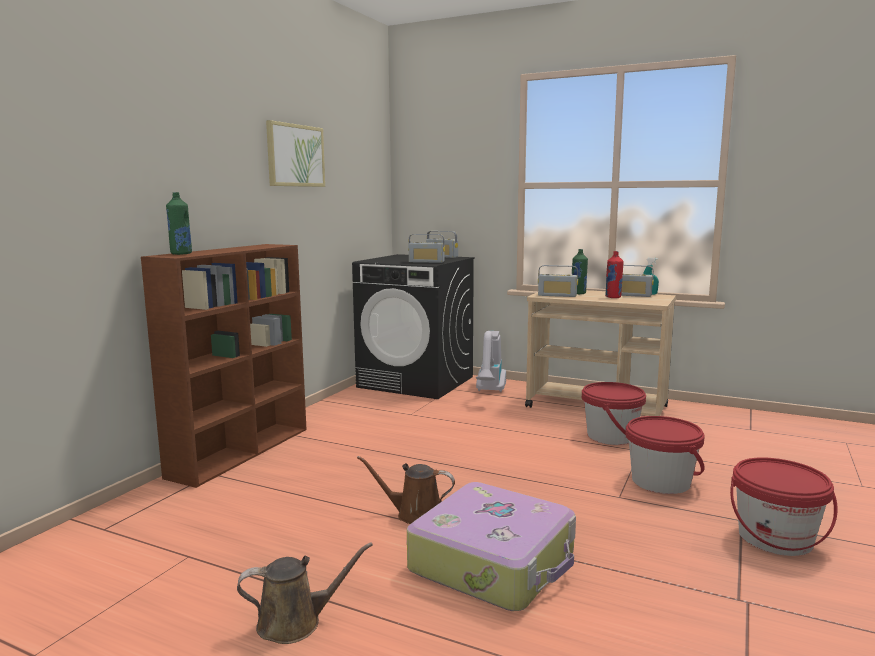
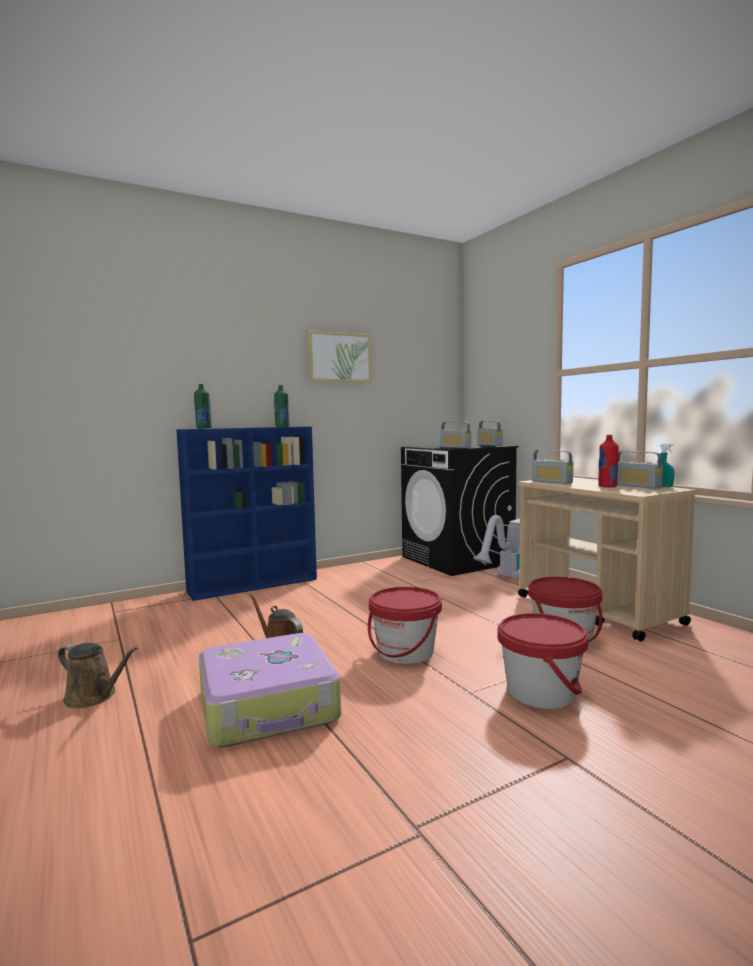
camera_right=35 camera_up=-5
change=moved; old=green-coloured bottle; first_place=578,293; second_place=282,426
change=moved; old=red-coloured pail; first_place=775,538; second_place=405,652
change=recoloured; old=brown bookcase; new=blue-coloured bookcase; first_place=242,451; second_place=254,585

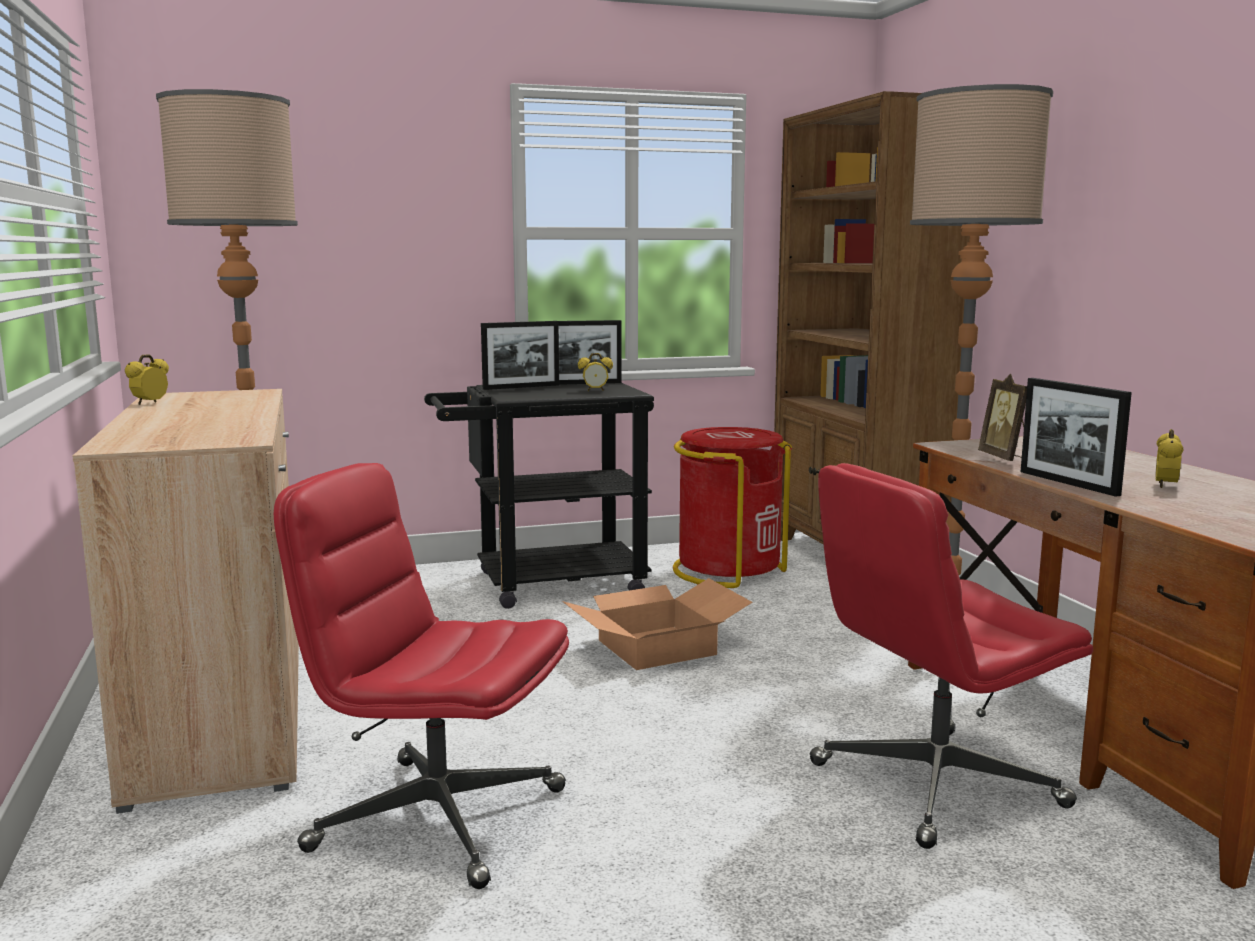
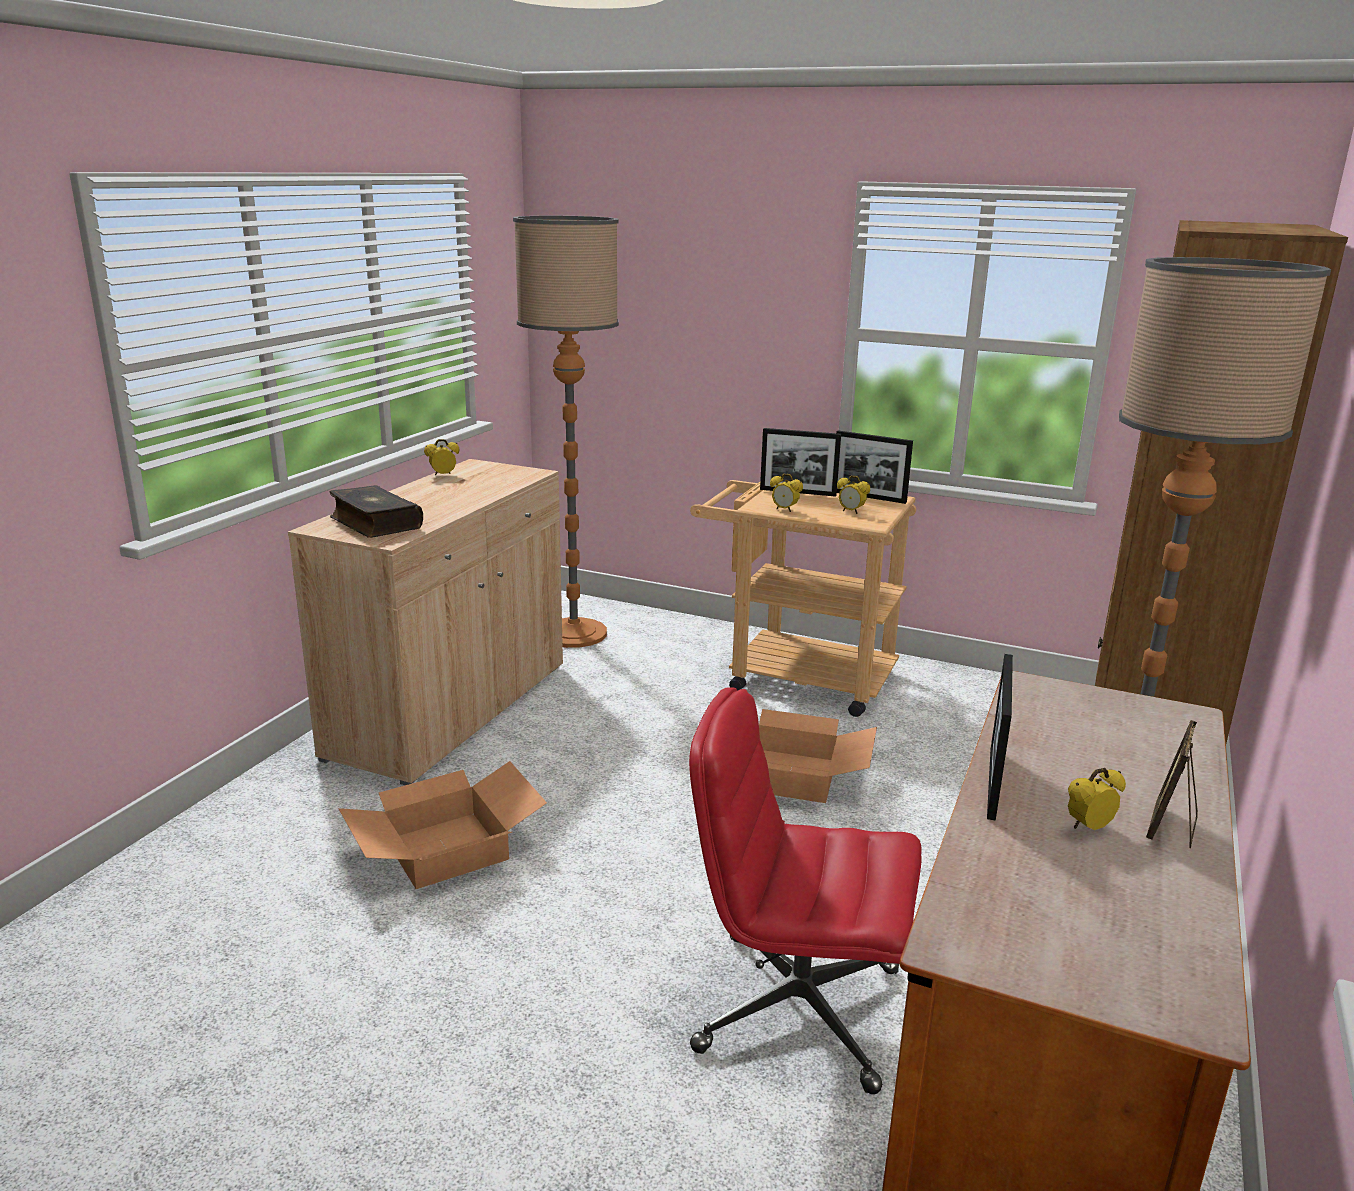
camera_right=40 camera_up=10
change=removed; old=red-coloured waste bin; first_place=727,570
change=added; new=bound book; second_place=374,523
change=added; new=alarm clock; second_place=784,510
change=moved; old=picture frame; first_place=1006,458; second_place=1171,828
change=replaced; old=red-coloured desk chair; new=cardboard box; first_place=435,819; second_place=447,848
change=recoloured; old=black wheeled cart; new=beige wheeled cart; first_place=544,585; second_place=796,677

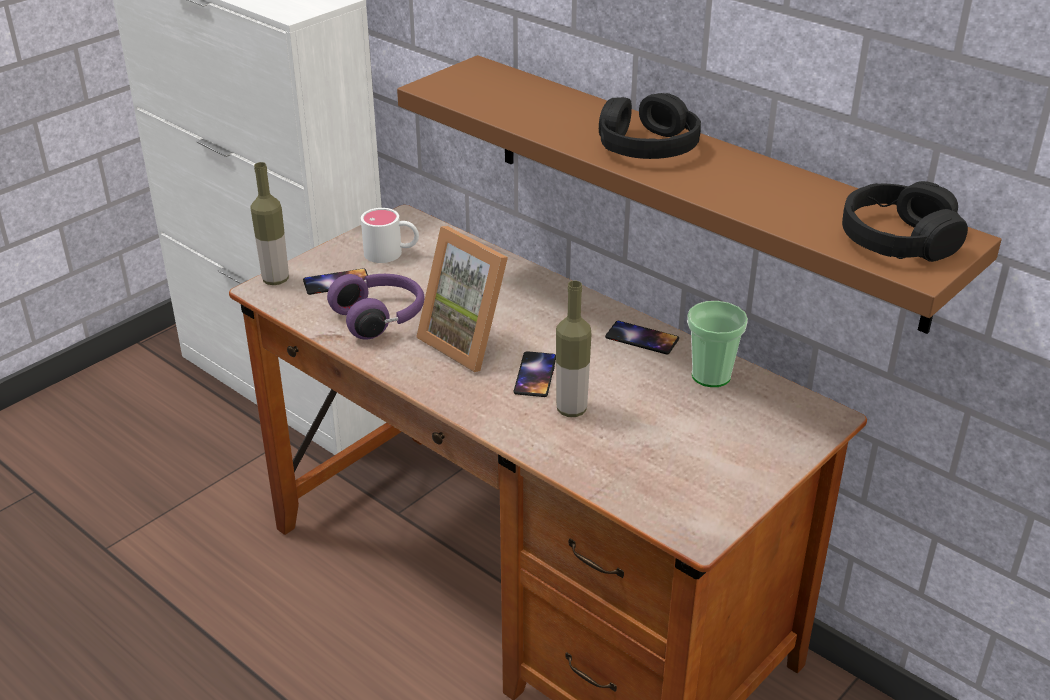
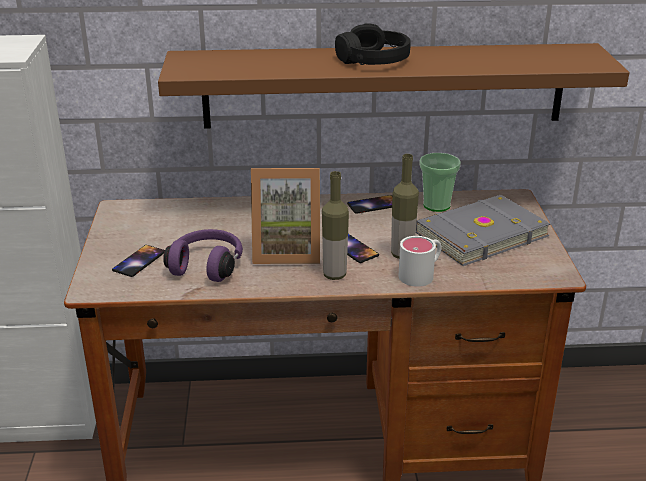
camera_right=-45 camera_up=-5
change=removed; old=black pair of headphones; first_place=898,239
change=added; new=greyish bound book; second_place=479,233
change=moved; old=bottle; first_place=275,280; second_place=334,275
change=moved; old=white-coloured tea mug; first_place=392,253; second_place=421,274

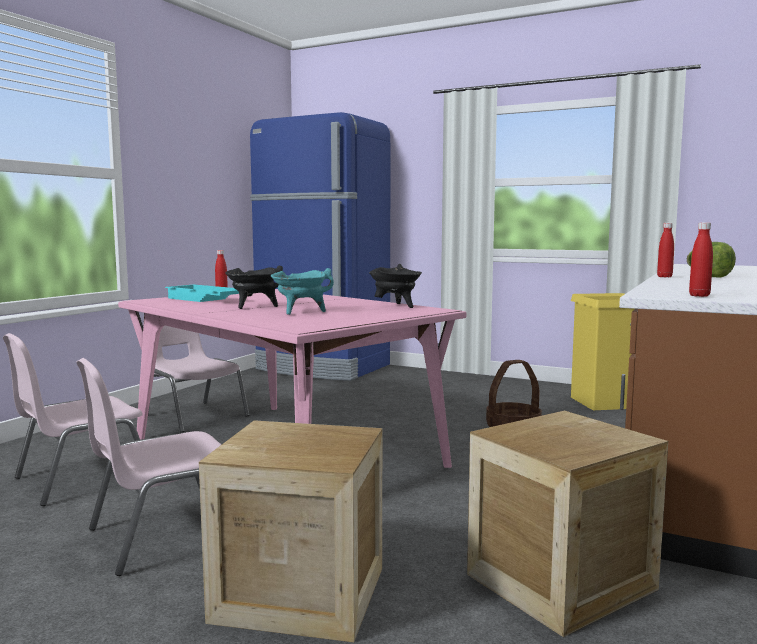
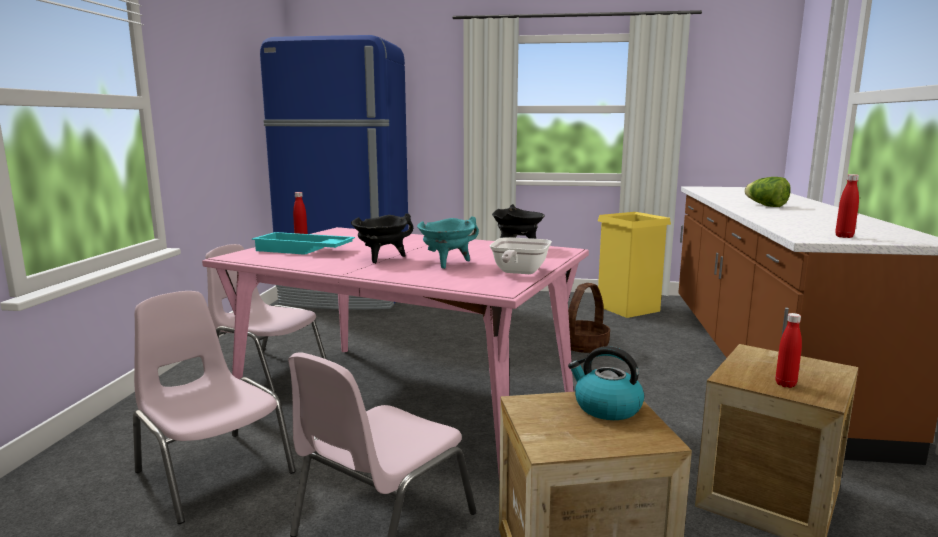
camera_right=-20 camera_up=5
change=added; new=skillet; second_place=518,272
change=added; new=water kettle; second_place=606,408
change=moved; old=red-coloured bottle; first_place=664,277; second_place=785,384
change=turned; old=pinkish plain chair; first_place=81,479; second_place=213,472; degrees=105

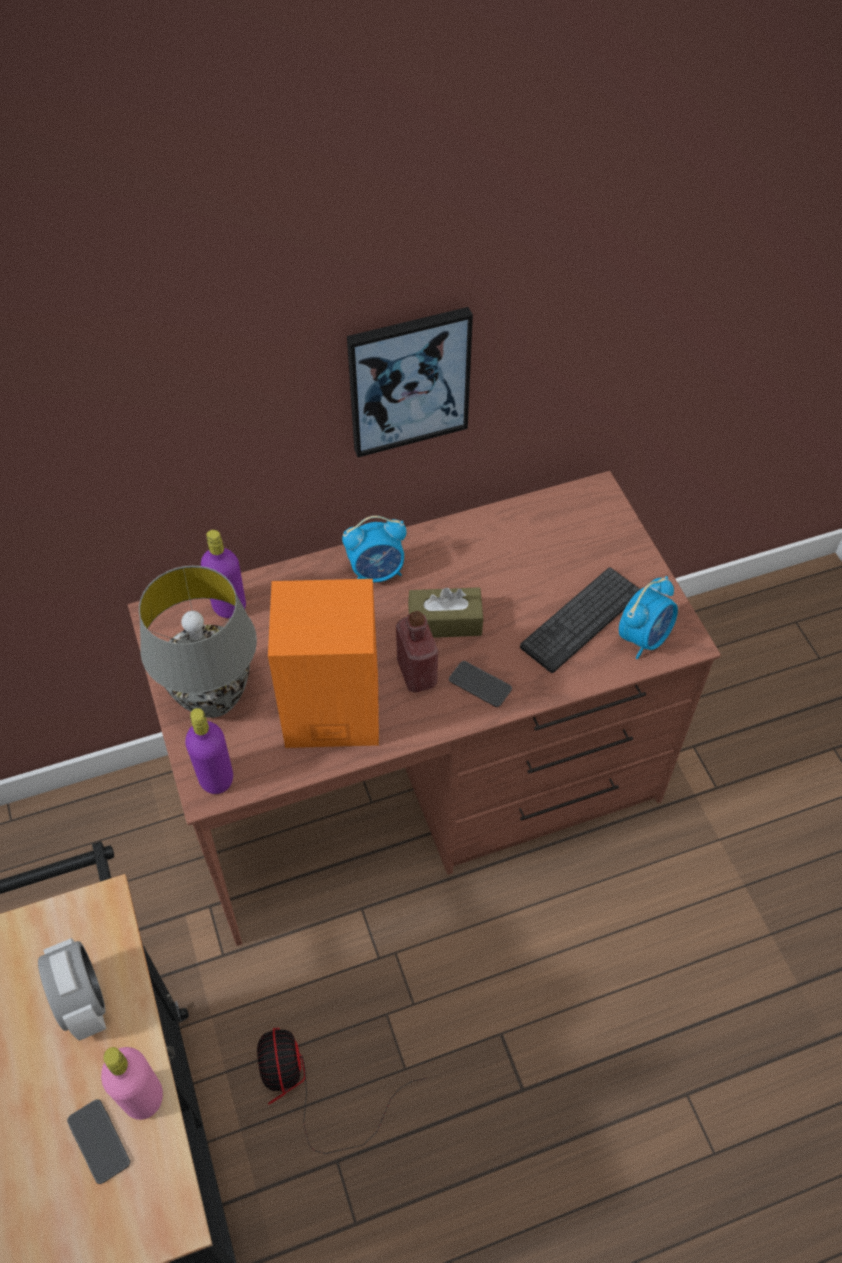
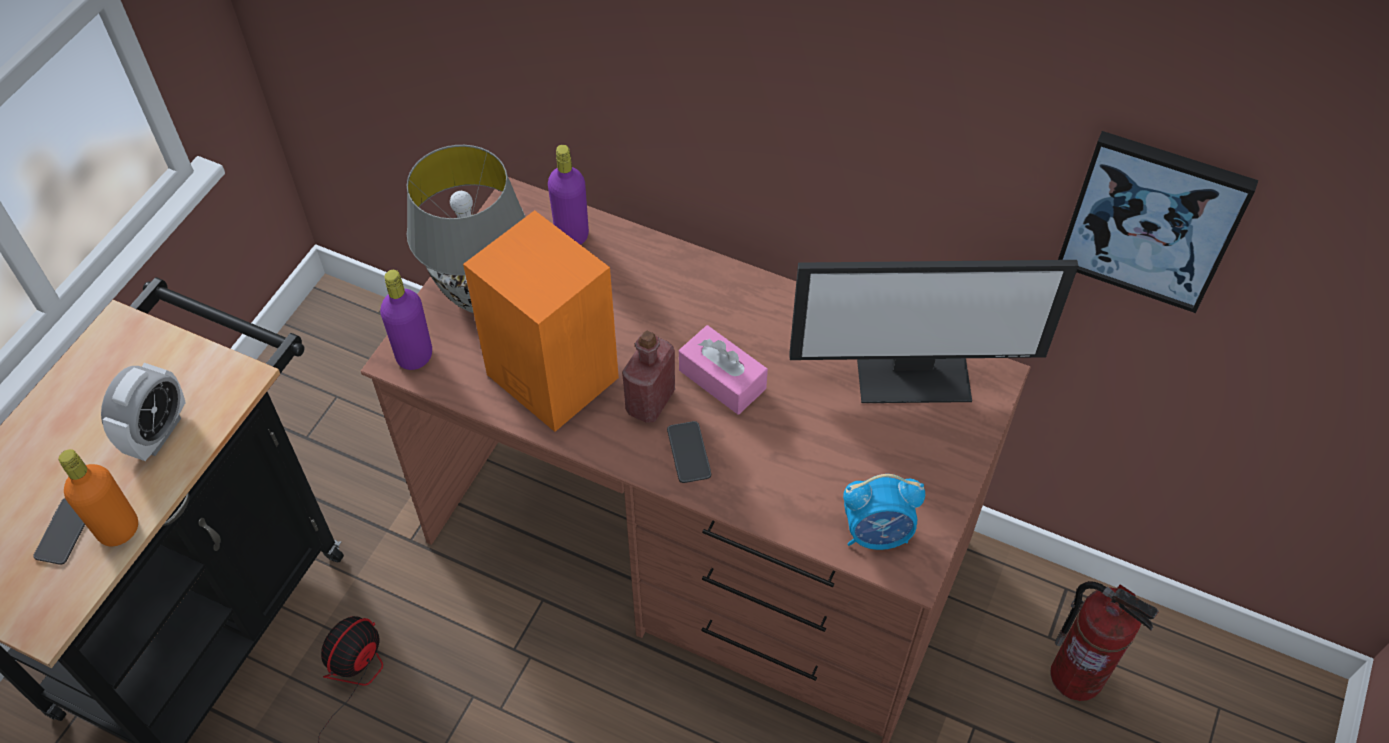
camera_right=45 camera_up=0
change=removed; old=alarm clock; first_place=377,572
change=removed; old=keyboard; first_place=581,620
change=added; new=computer display; second_place=914,372
change=added; new=fire-fighting cylinder; second_place=1077,675
change=moved; old=wall picture; first_place=408,381; second_place=1152,220
change=recoloured; old=pinkish bottle; new=orangey bottle; first_place=143,1097; second_place=119,529
change=recoloured; old=brown tissue box; new=pinkish tissue box; first_place=445,622; second_place=722,379

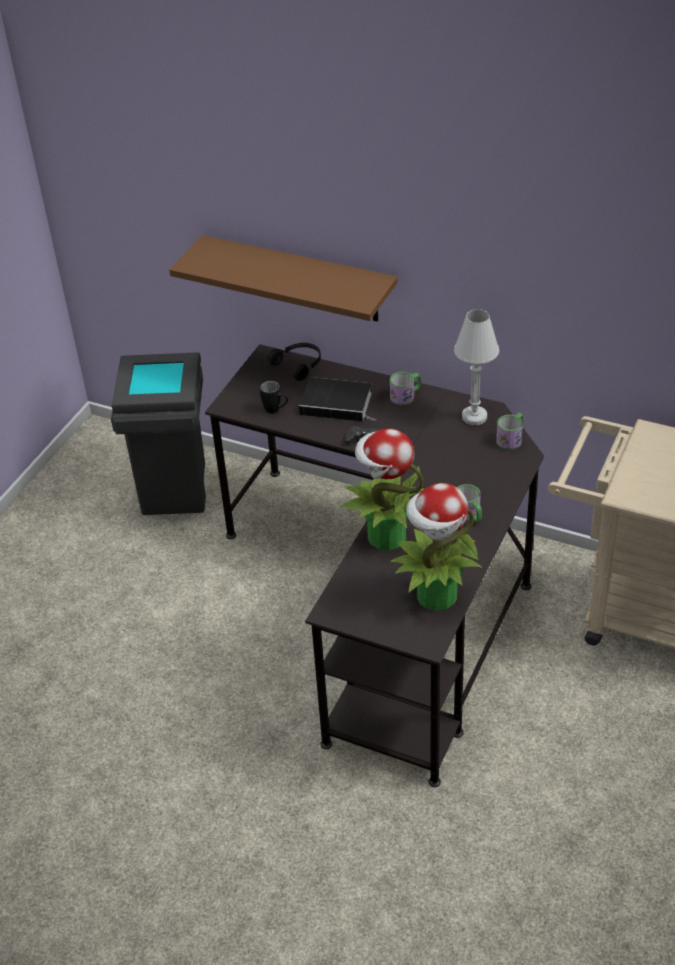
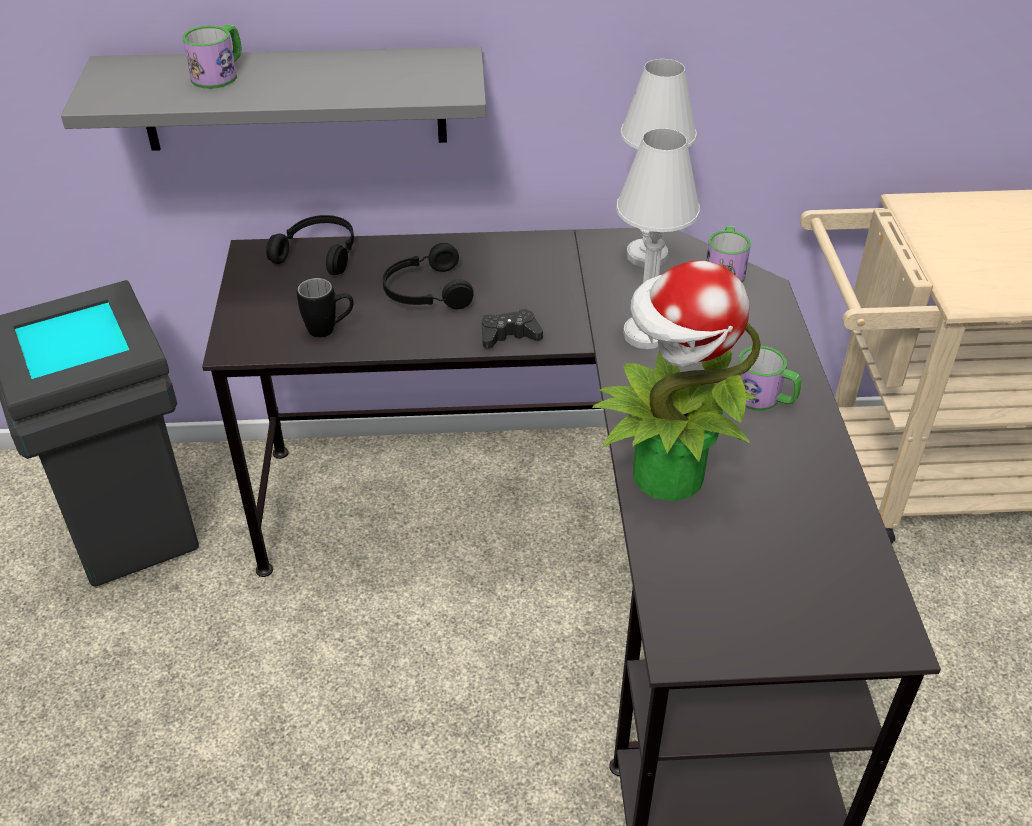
camera_right=-30 camera_up=0
change=removed; old=houseplant; first_place=435,596
change=added; new=white-coloured lamp for a table; second_place=645,335
change=moved; old=tea mug; first_place=406,396; second_place=220,74
change=replaced; old=bound book; new=black pair of headphones; first_place=338,403; second_place=425,292
change=recoloured; old=brown shelf; new=greyish shelf; first_place=298,279; second_place=293,99

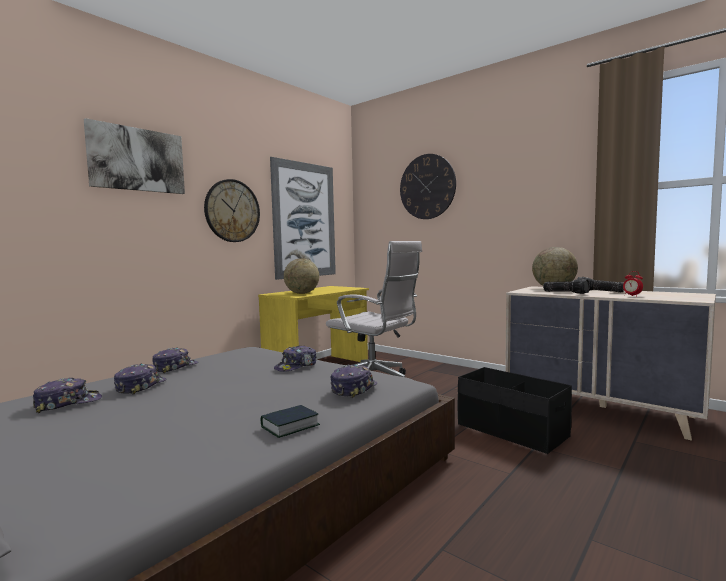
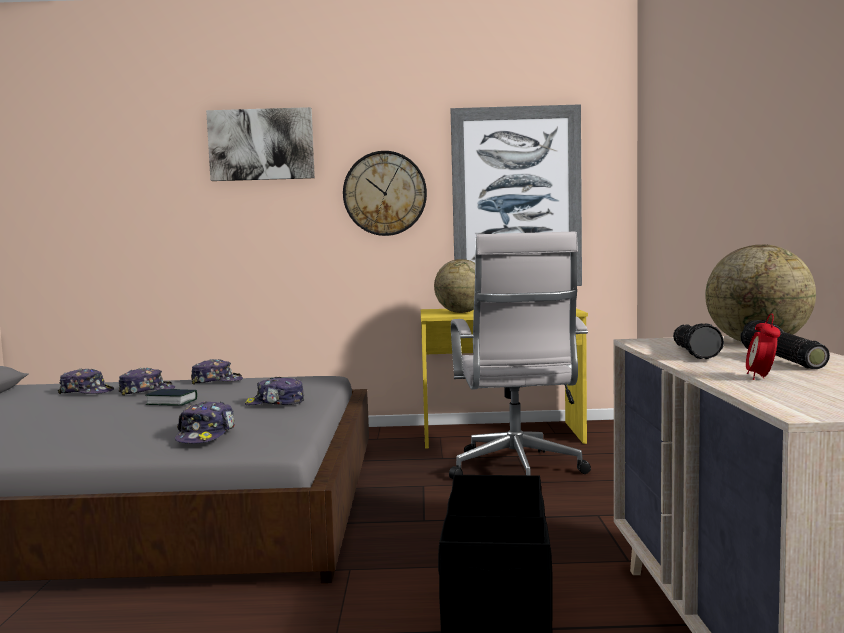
camera_right=50 camera_up=0
change=removed; old=wall clock; first_place=427,187
change=moved; old=bound book; first_place=290,426; second_place=172,402
change=turned; old=peaked cap; first_place=353,389; second_place=206,435; degrees=105

